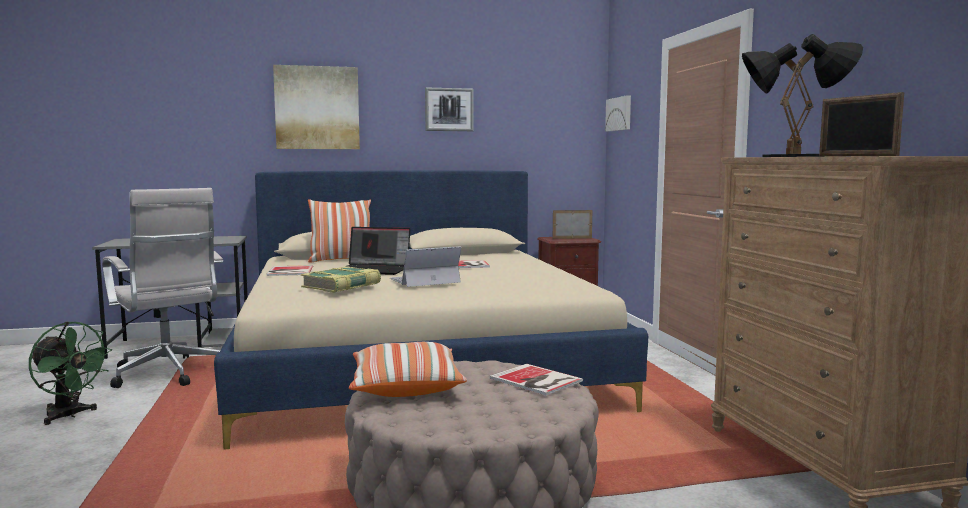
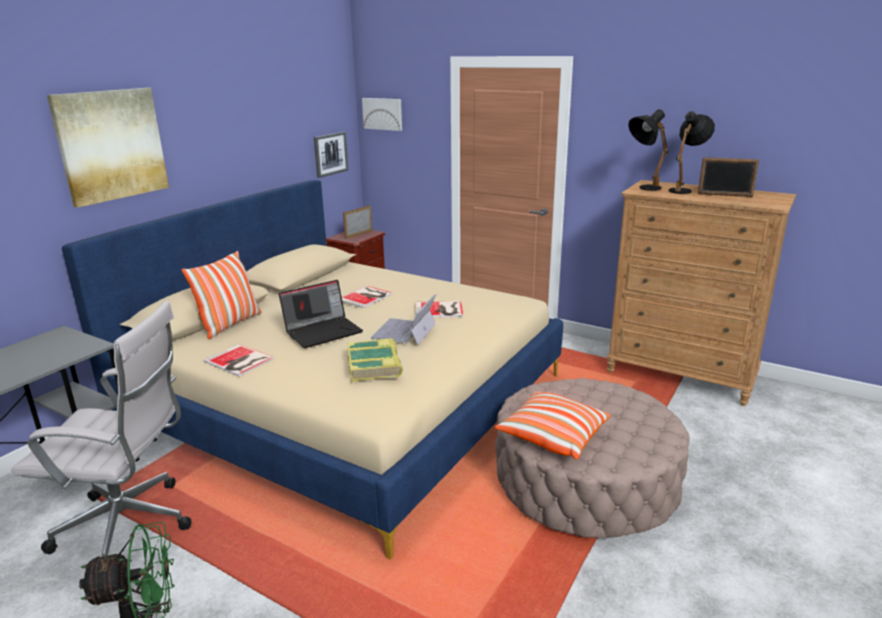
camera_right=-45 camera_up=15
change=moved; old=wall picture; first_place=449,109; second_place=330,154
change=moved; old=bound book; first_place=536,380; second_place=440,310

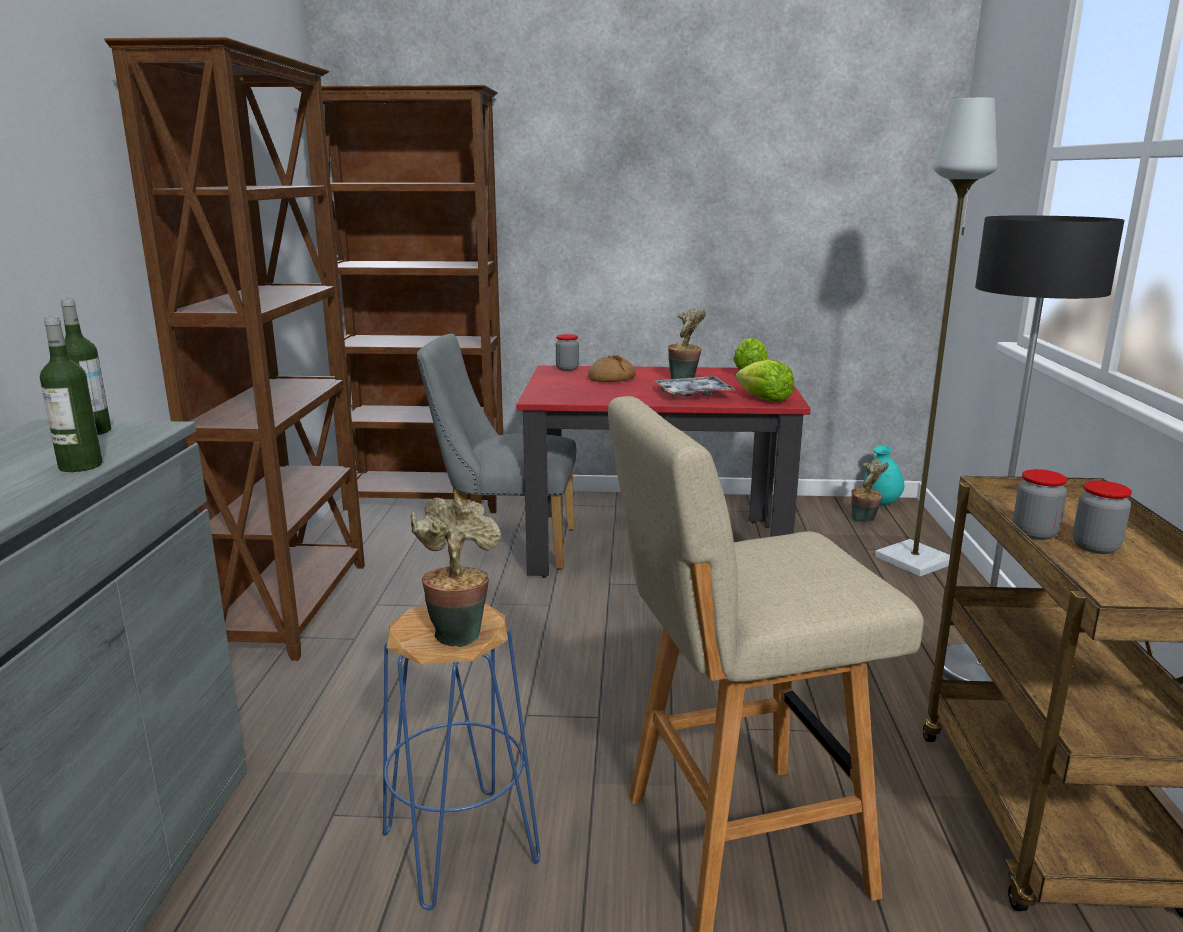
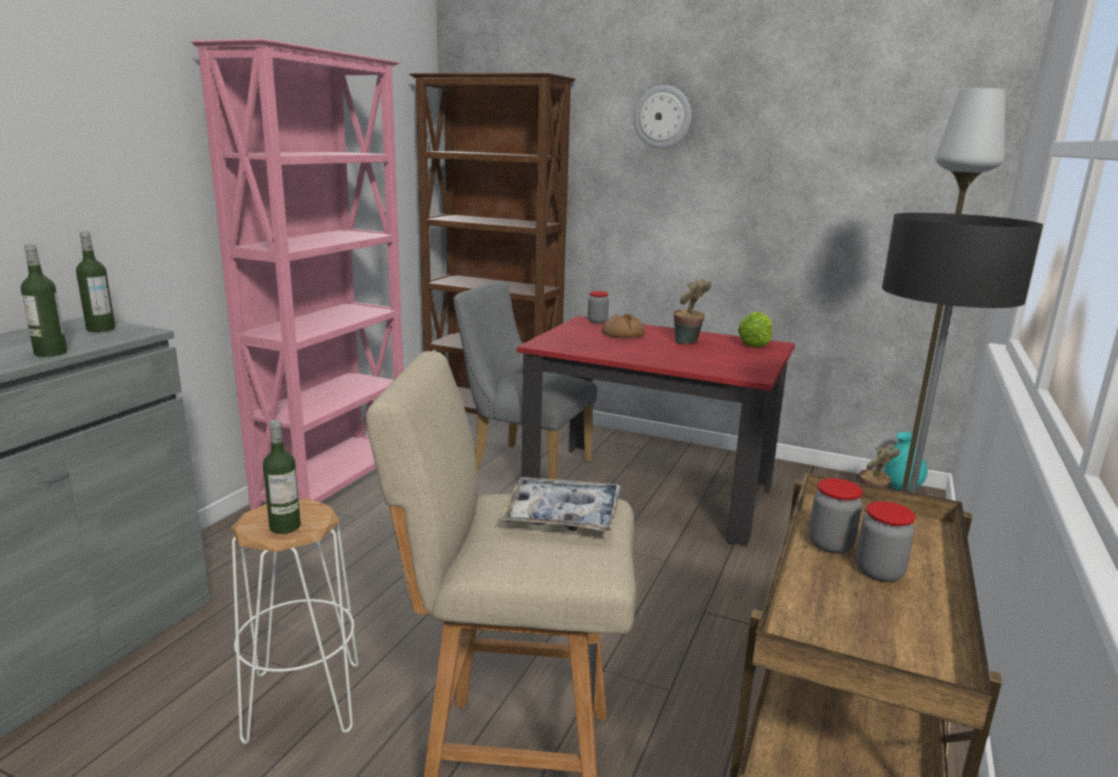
camera_right=20 camera_up=0
change=removed; old=lettuce head; first_place=764,399
change=added; new=wall clock; second_place=662,117
change=moved; old=tray; first_place=693,394; second_place=562,516
change=replaced; old=houseplant; new=bottle; first_place=458,632; second_place=285,526
change=recoloured; old=brown bookcase; new=pinkish bookcase; first_place=297,606; second_place=337,484
change=recoloured; old=blue-coloured stool; new=white-coloured stool; first_place=459,847; second_place=302,702

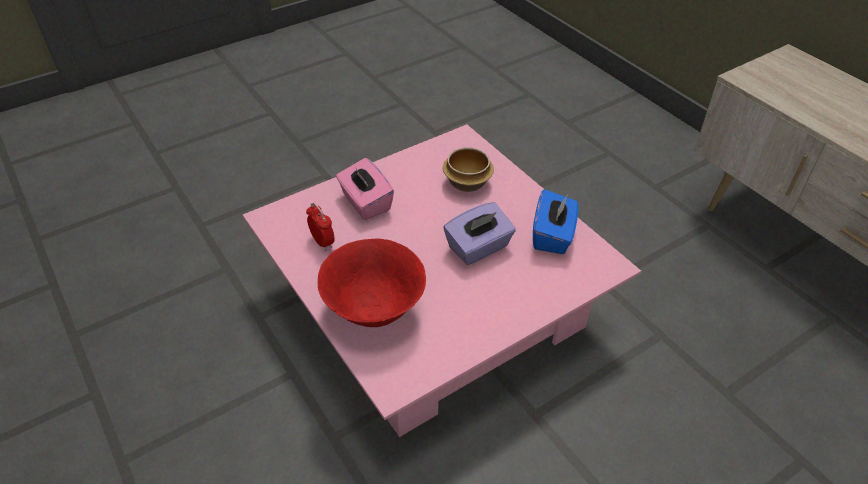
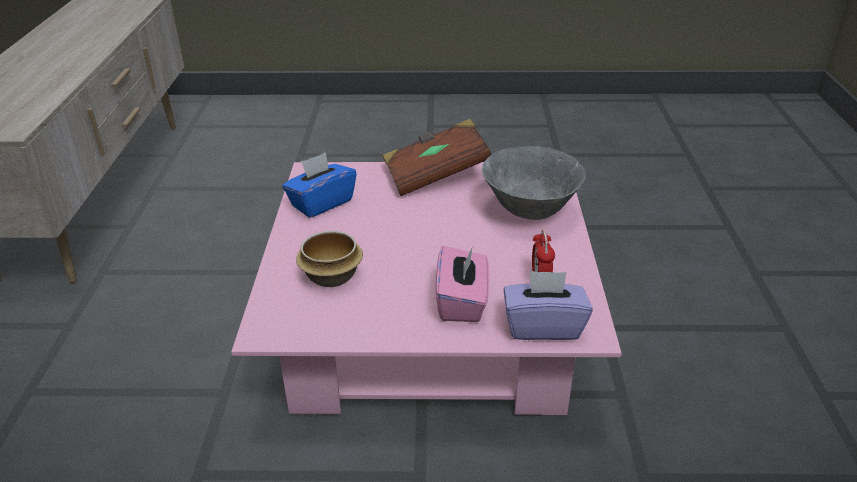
camera_right=-145 camera_up=-10
change=added; new=brown bound book; second_place=435,175
change=moved; old=purple tissue box; first_place=479,248; second_place=543,326
change=recoloured; old=red-coloured serving bowl; new=greyish serving bowl; first_place=375,311; second_place=530,212

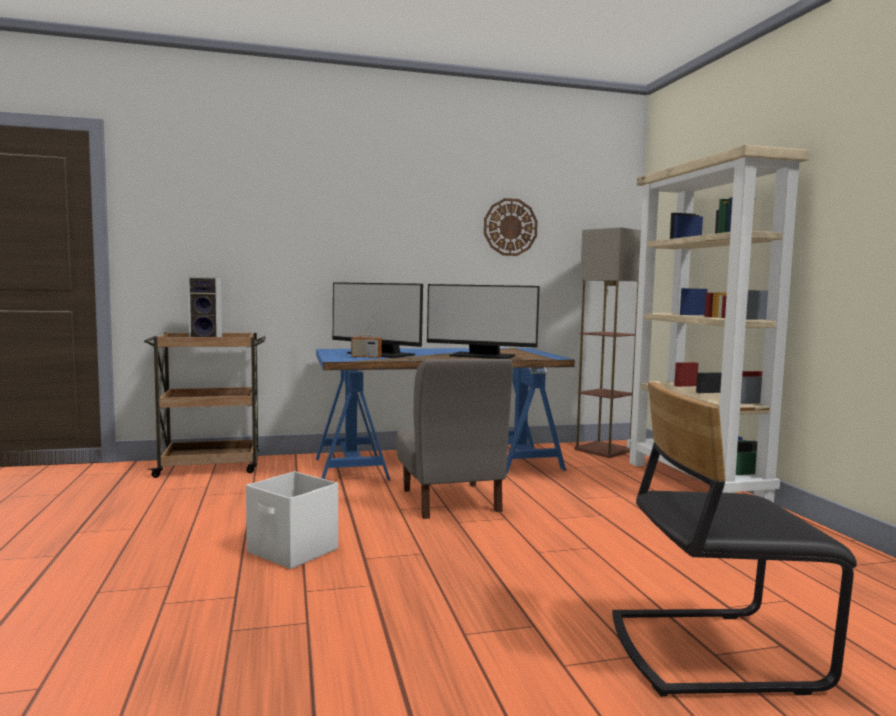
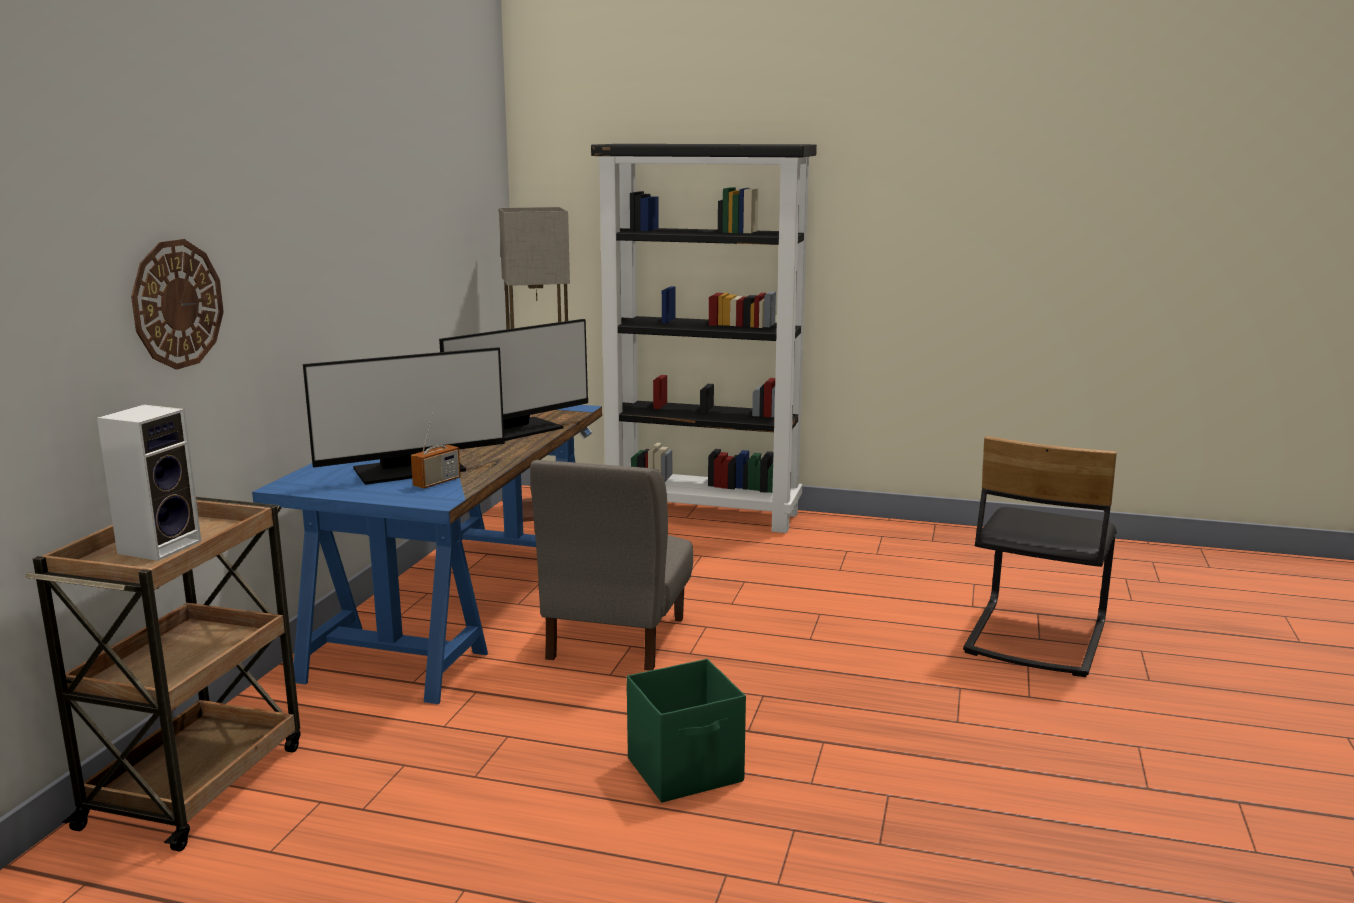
camera_right=-60 camera_up=10
change=moved; old=wall clock; first_place=510,227; second_place=177,304
change=recoloured; old=white-coloured storage box; new=green-coloured storage box; first_place=293,551; second_place=686,770
change=recoloured; old=beige bookcase; new=black bookcase; first_place=695,483; second_place=704,514
change=turned; old=greyish plain chair; first_place=450,500; second_place=615,638; degrees=90

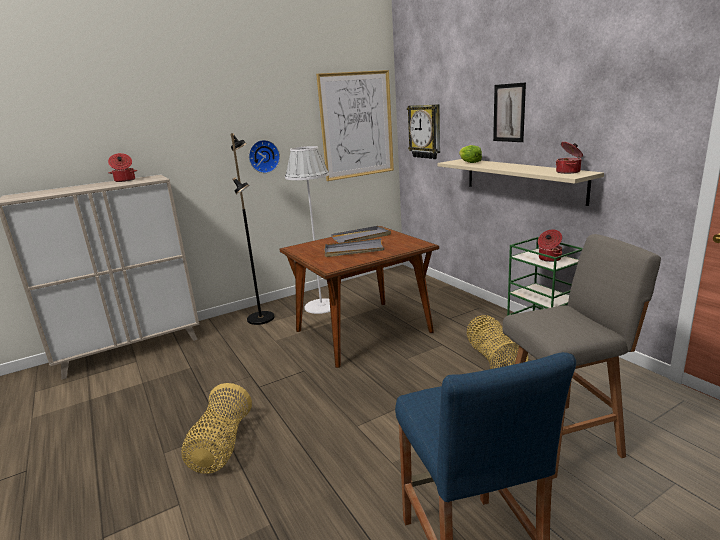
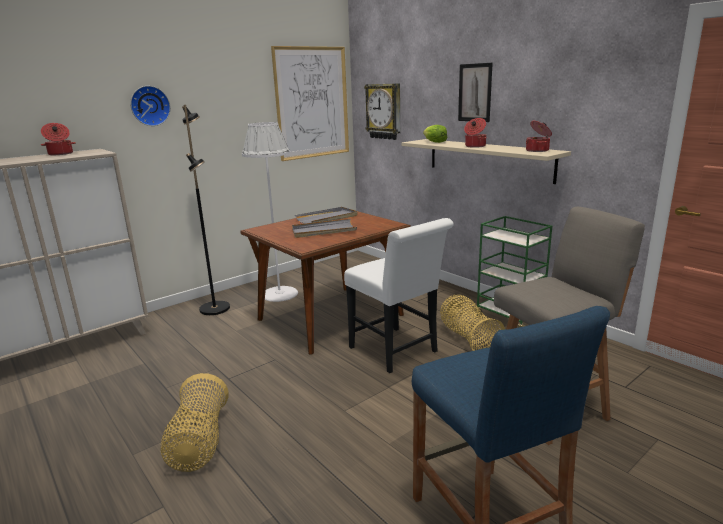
camera_right=-10 camera_up=0
change=added; new=white-coloured plain chair; second_place=397,352
change=moved; old=wall clock; first_place=263,156; second_place=149,106
change=moved; old=stockpot; first_place=549,258; second_place=474,146

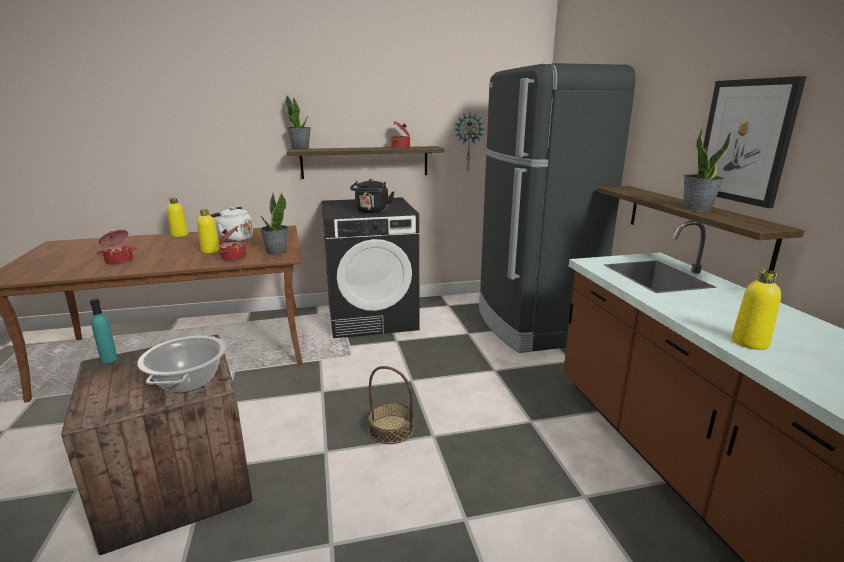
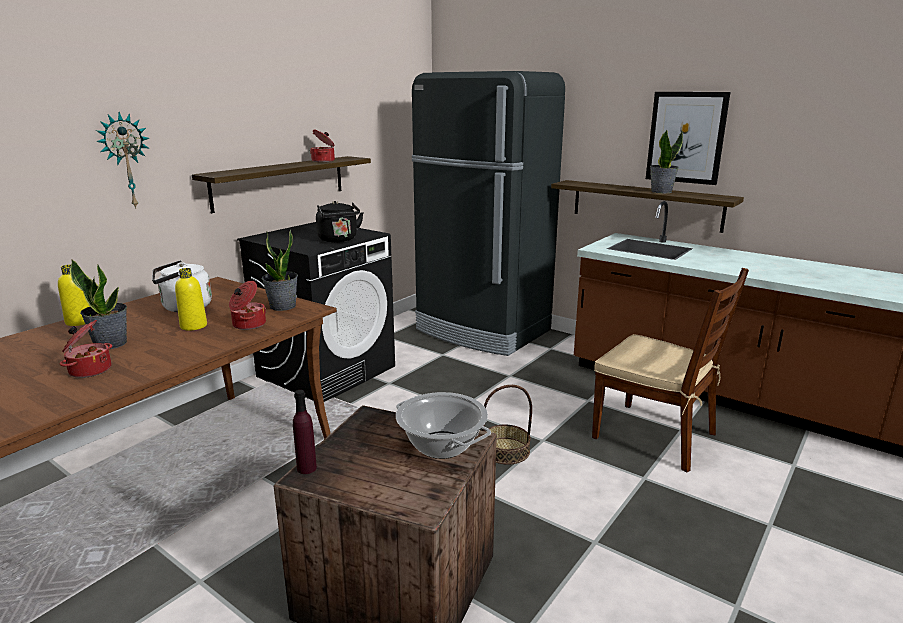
camera_right=-40 camera_up=0
change=removed; old=yellow-coloured bottle; first_place=749,342
change=added; new=brown plain chair; second_place=655,436
change=moved; old=houseplant; first_place=300,149; second_place=111,343
change=moved; old=wall clock; first_place=468,142; second_place=125,161
change=recoloured; old=turquoise bottle; new=purple bottle; first_place=109,359; second_place=306,468

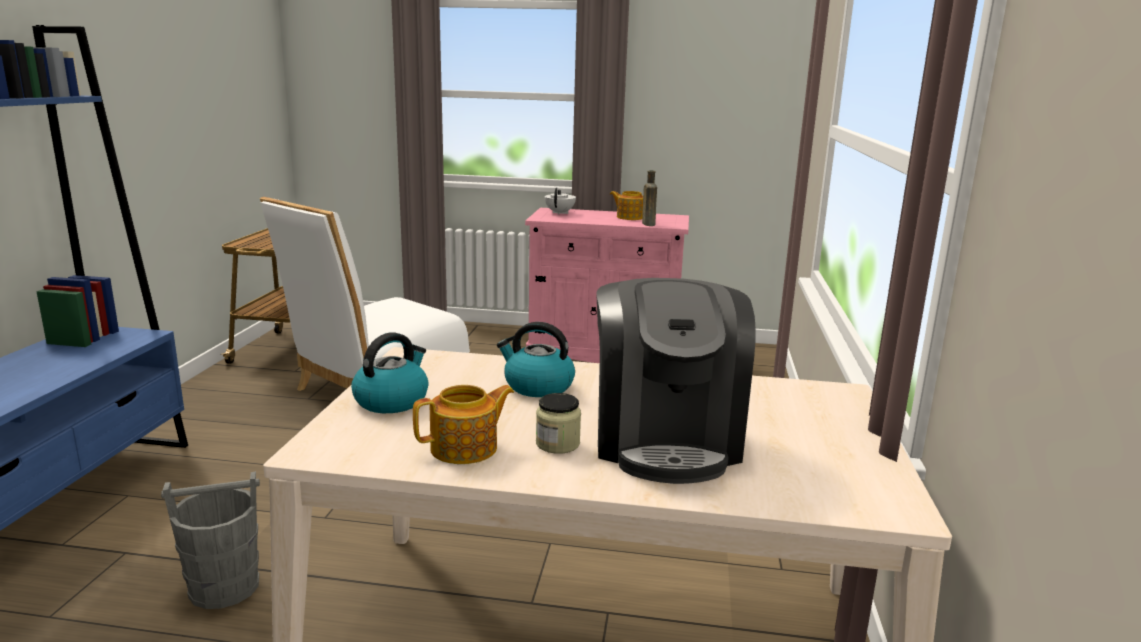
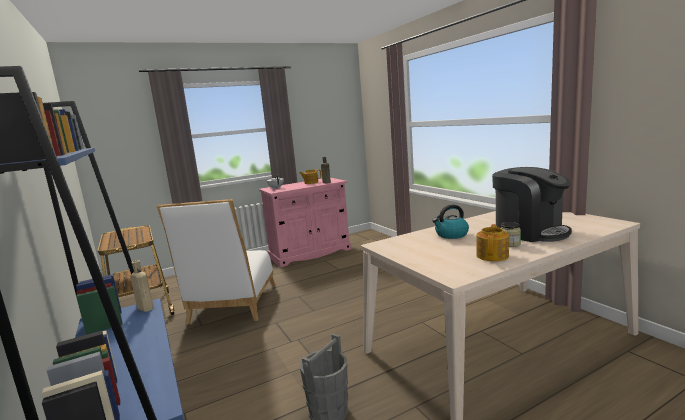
camera_right=-35 camera_up=-5
change=removed; old=water kettle; first_place=392,400
change=added; new=beige bottle; second_place=144,308

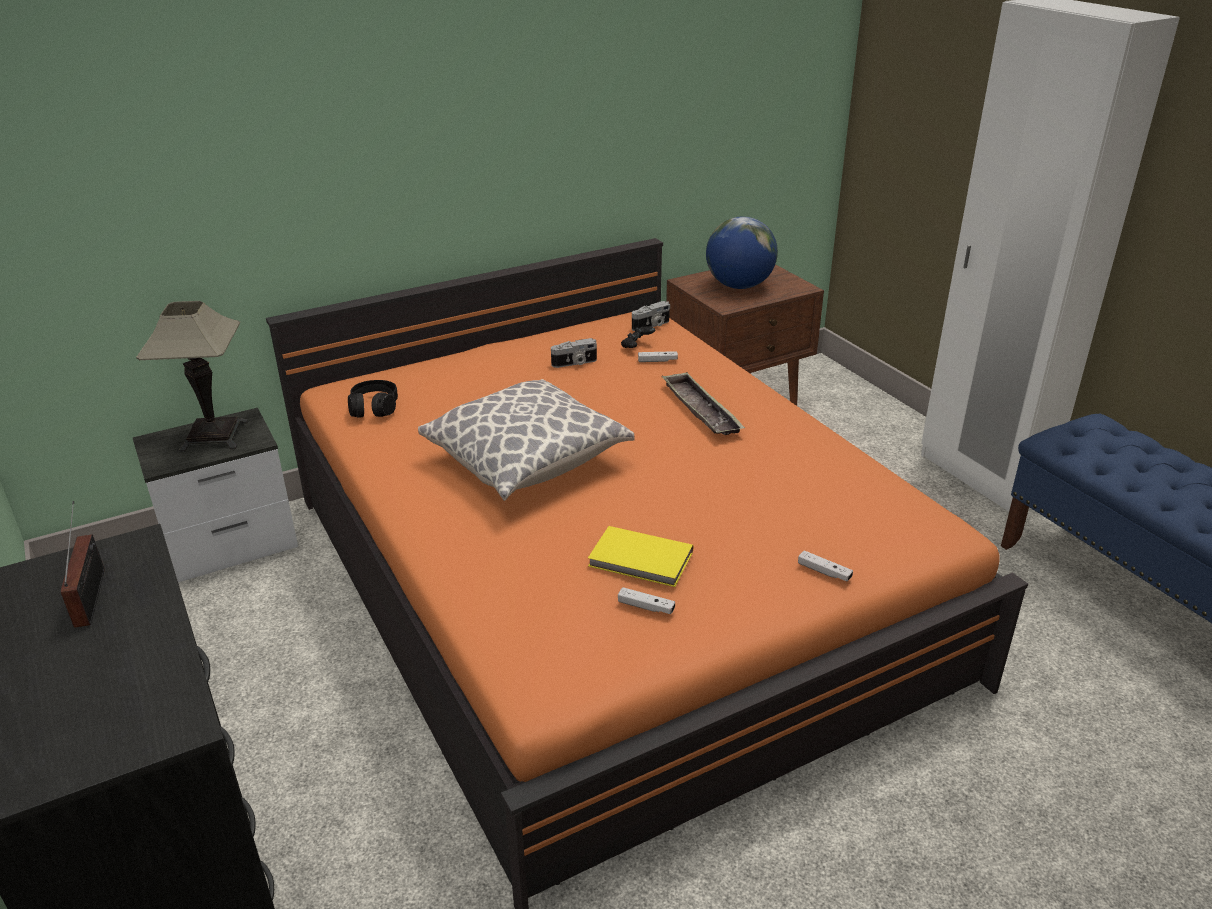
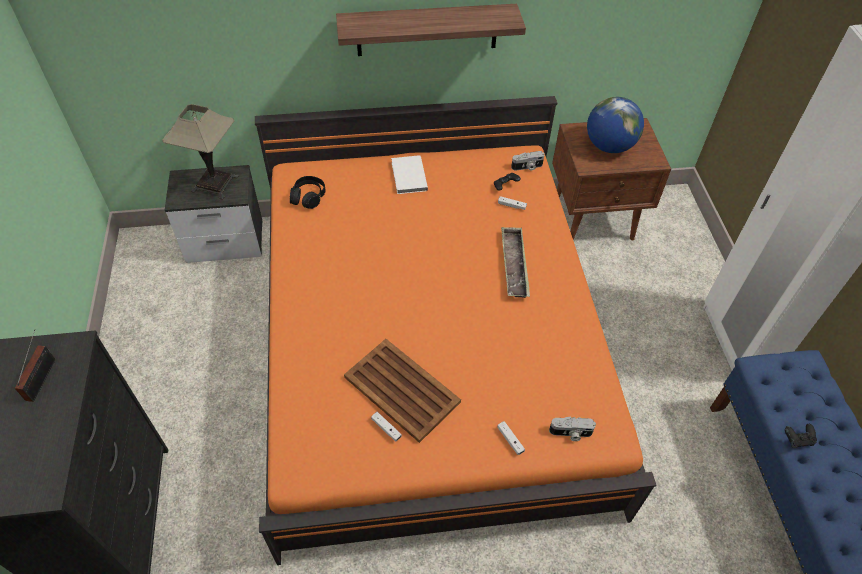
camera_right=20 camera_up=20
change=removed; old=throw pillow; first_place=526,463
change=added; new=shelf; second_place=427,30
change=added; new=white-coloured bound book; second_place=408,176
change=added; new=black joypad; second_place=797,439
change=moved; old=still camera; first_place=575,363; second_place=570,433
change=replaced; old=yellow-coloured bound book; new=brown tray; first_place=641,560; second_place=402,390

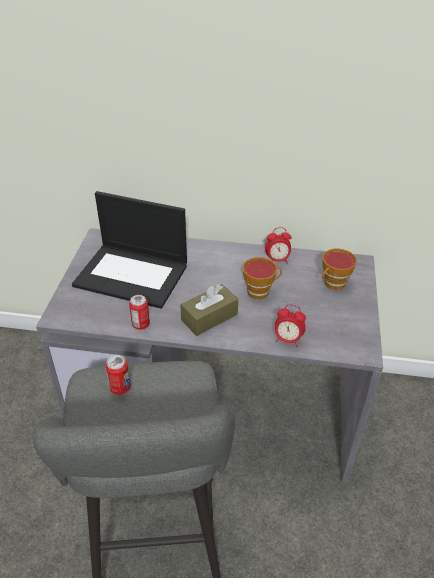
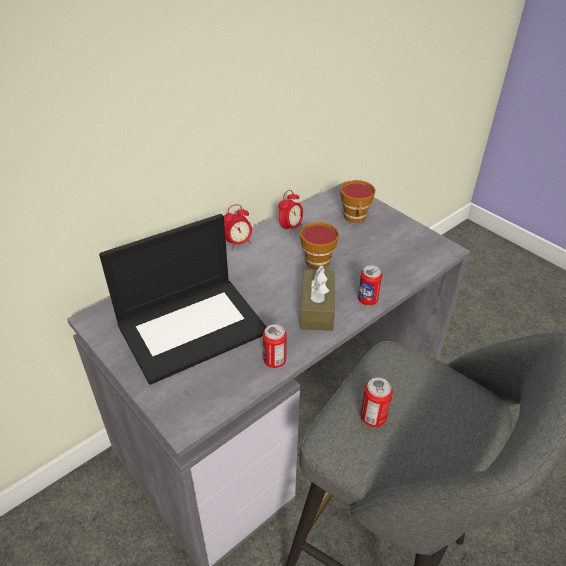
camera_right=-50 camera_up=0
change=added; new=sealed can; second_place=367,300
change=moved; old=alarm clock; first_place=287,340; second_place=238,243

